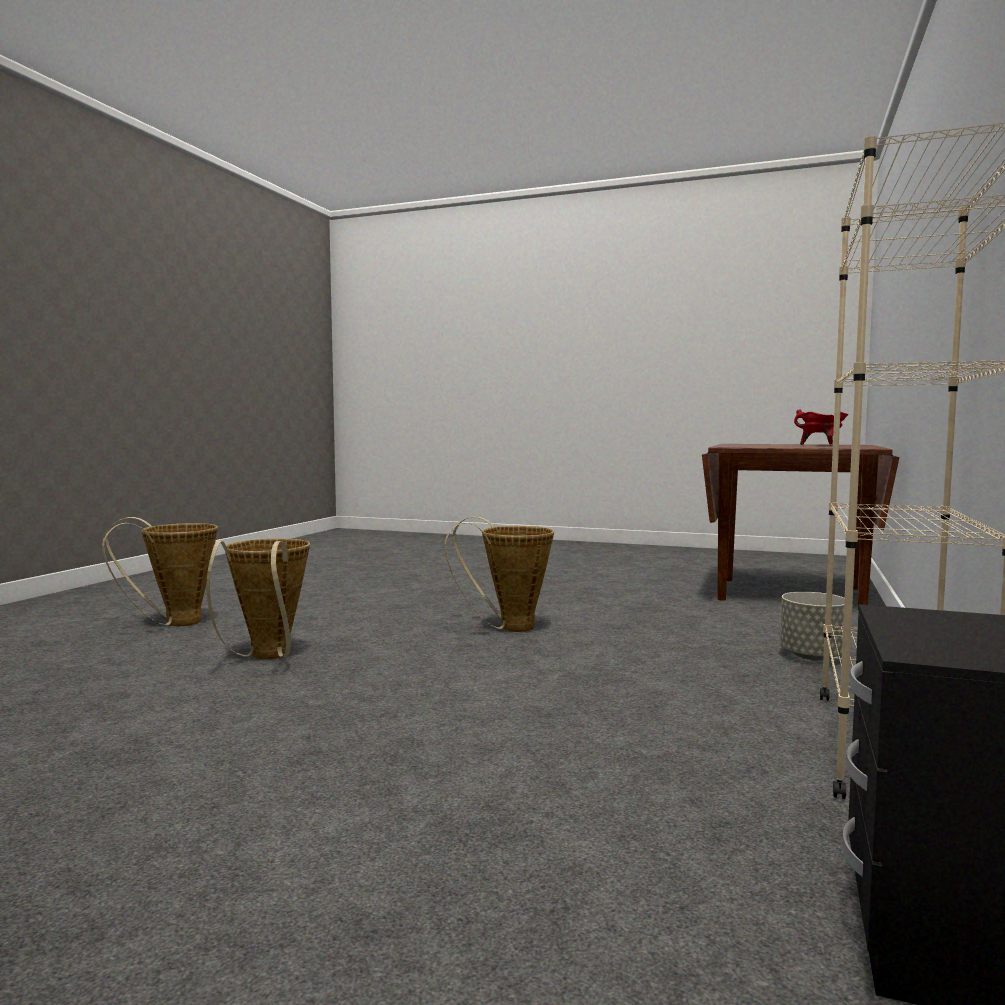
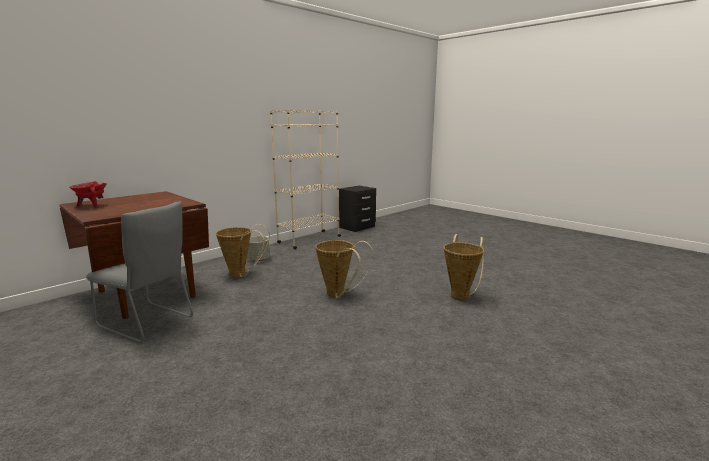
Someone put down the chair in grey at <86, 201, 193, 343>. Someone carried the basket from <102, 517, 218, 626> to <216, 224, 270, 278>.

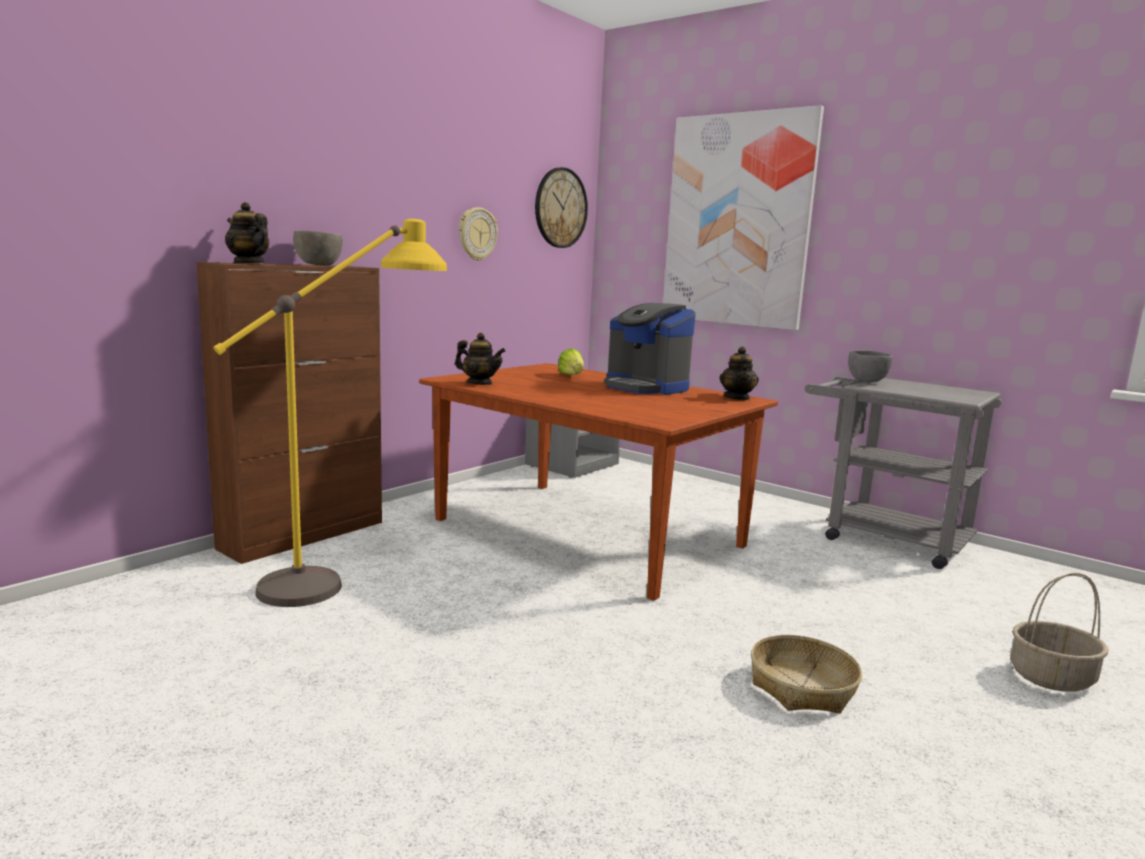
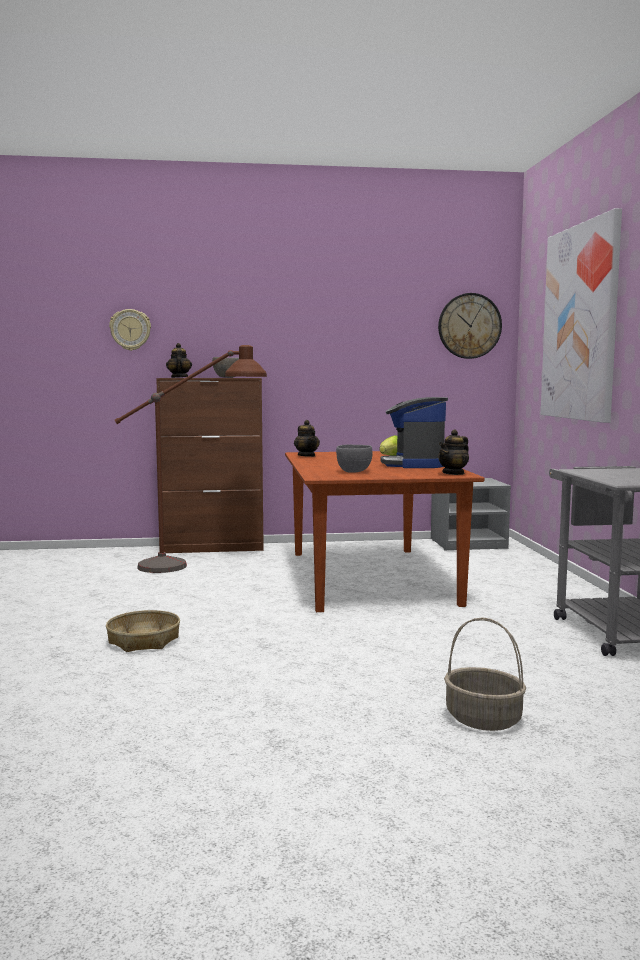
Someone carried the basket from <751, 635, 862, 714> to <106, 610, 180, 652>. Someone carried the wall clock from <459, 207, 498, 261> to <109, 309, 151, 351>. Someone repainted the floor lamp in yellow at <213, 219, 447, 607>, which became the floor lamp in brown at <115, 345, 267, 573>. Someone carried the bowl in grey from <848, 350, 893, 383> to <336, 444, 373, 473>.

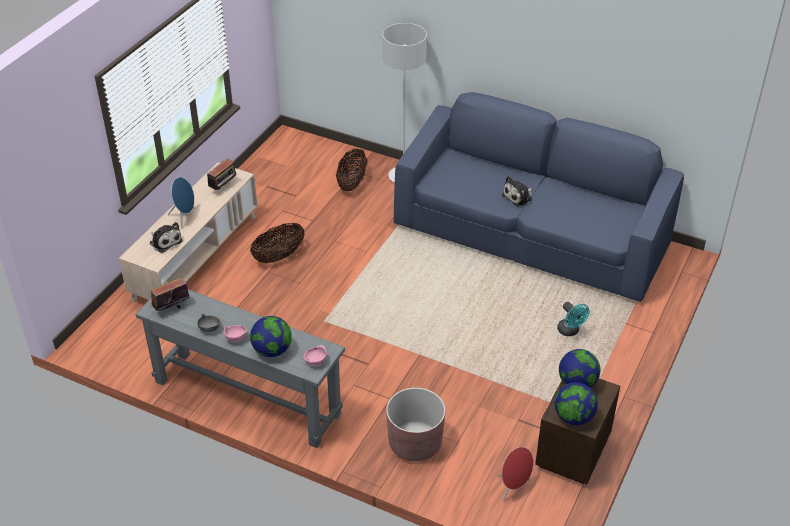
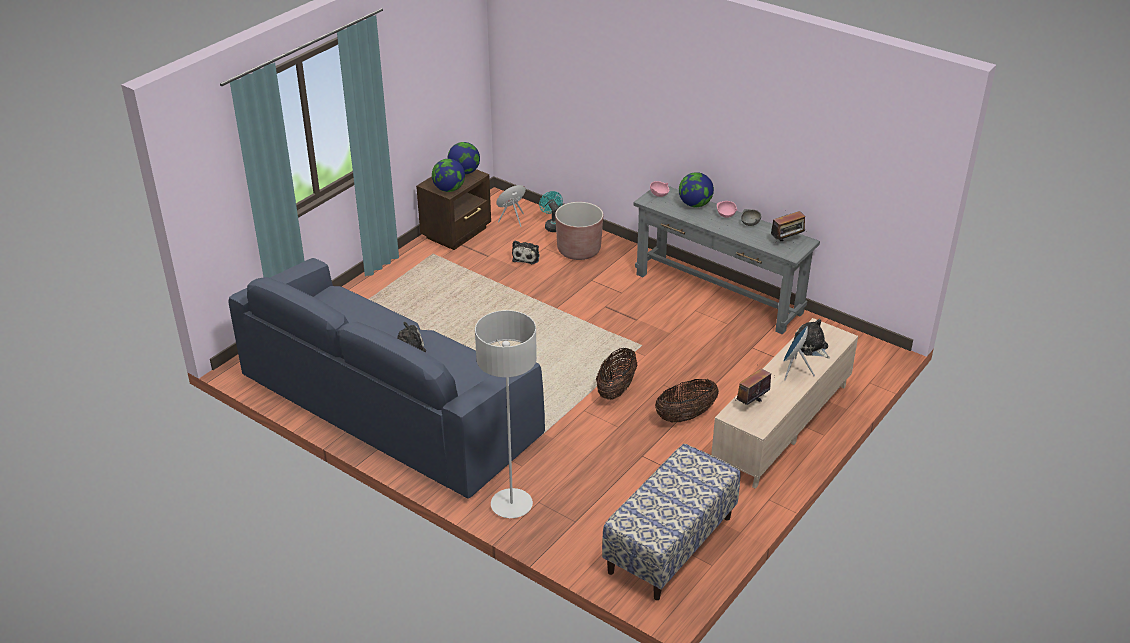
Someone put down the plush toy at <512, 241, 540, 264>. Someone carried the fan in turquoise from <557, 302, 590, 336> to <539, 191, 563, 232>. Someone carried the basket from <336, 148, 367, 191> to <596, 348, 637, 400>. Someone put down the bench at <602, 444, 741, 600>.

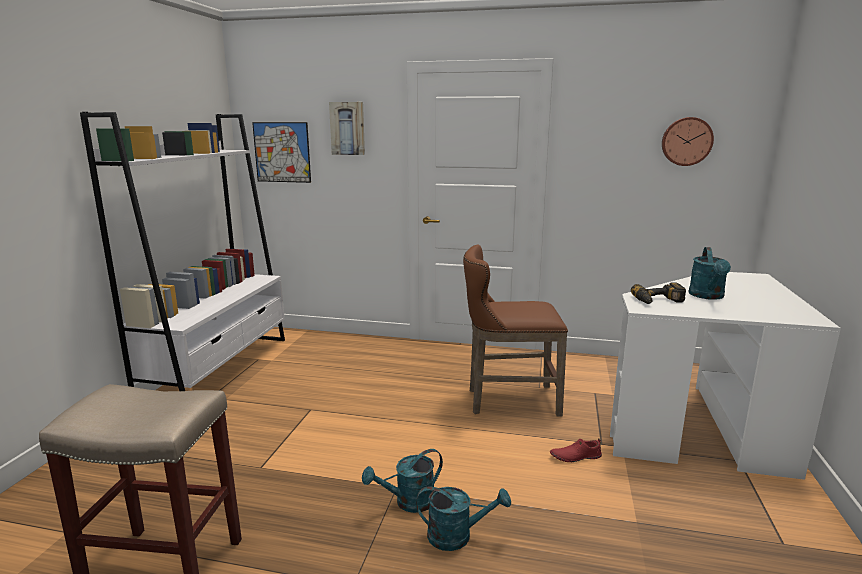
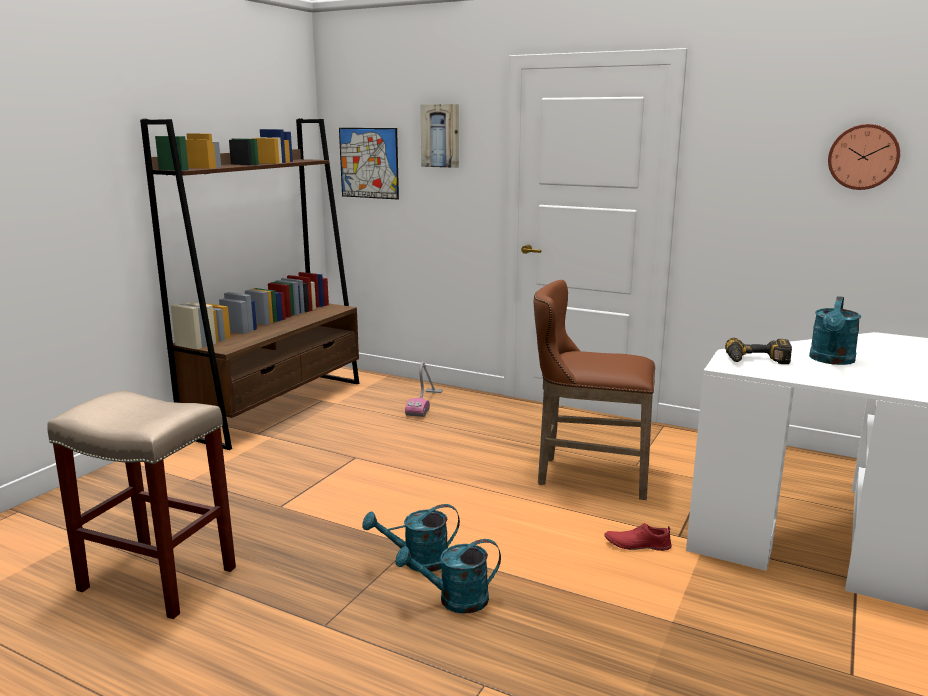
Someone repainted the bookcase in white at <80, 112, 285, 391>, which became the bookcase in brown at <140, 119, 359, 450>. Someone rotated the watering can in turquoise at <416, 486, 511, 551> by 150 degrees clockwise. Someone put down the vacuum cleaner at <405, 362, 443, 417>.

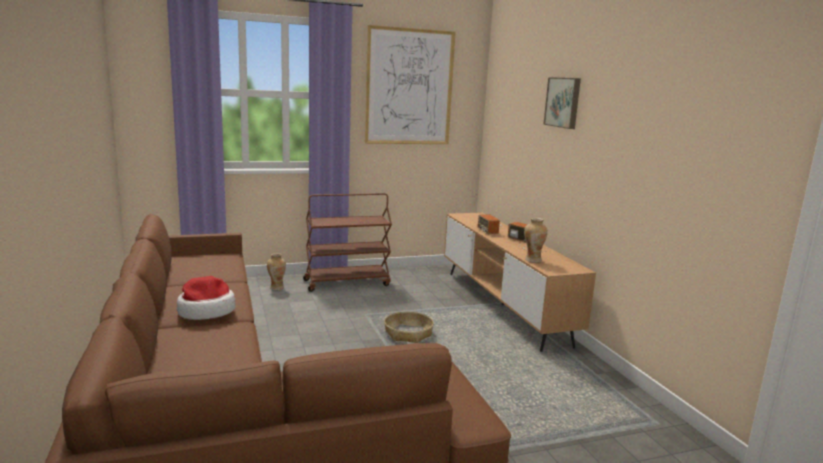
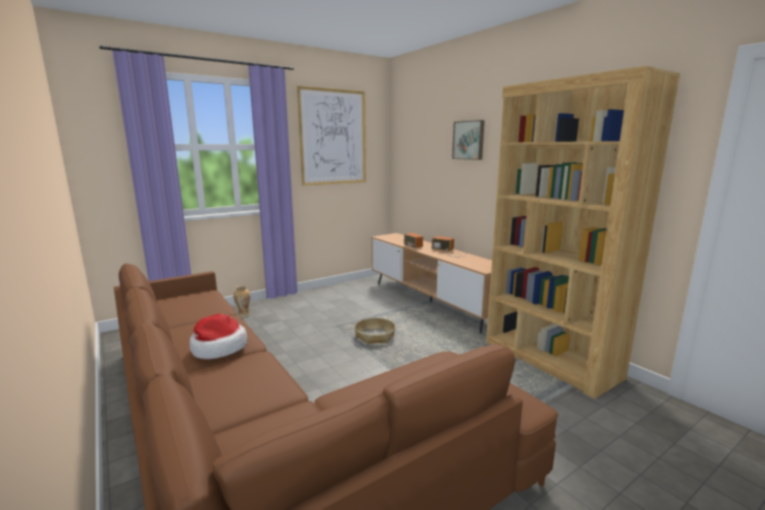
Someone put down the bookcase in brown at <486, 66, 680, 399>. Someone took away the cart in brown at <303, 193, 392, 292>. Someone took away the vase at <524, 218, 548, 262>.

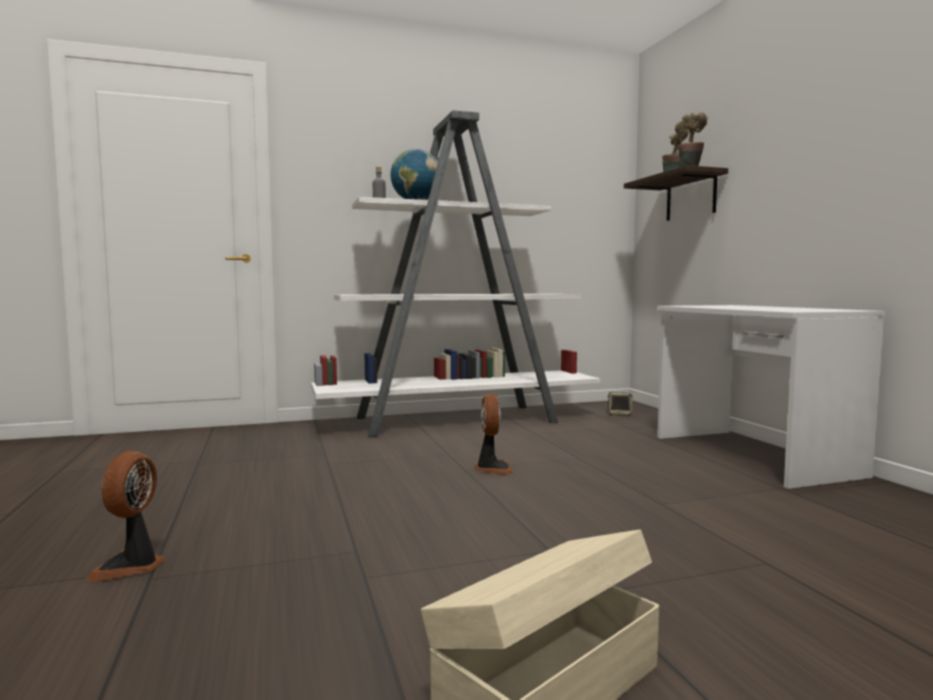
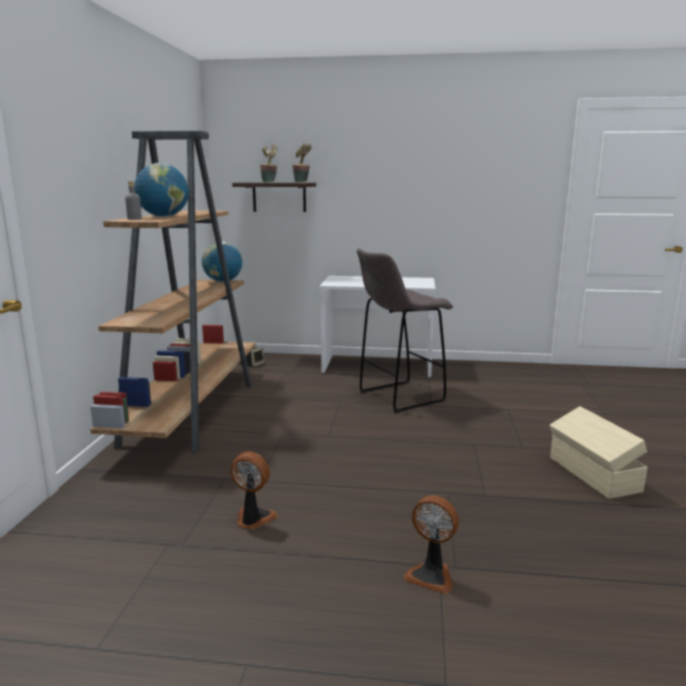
Someone repainted the bookcase in white at <311, 110, 600, 437>, which became the bookcase in brown at <90, 130, 256, 453>. Someone put down the globe at <202, 241, 242, 282>. Someone carried the fan from <475, 393, 514, 475> to <230, 451, 278, 530>. Someone put down the stool in grey at <357, 248, 453, 413>.

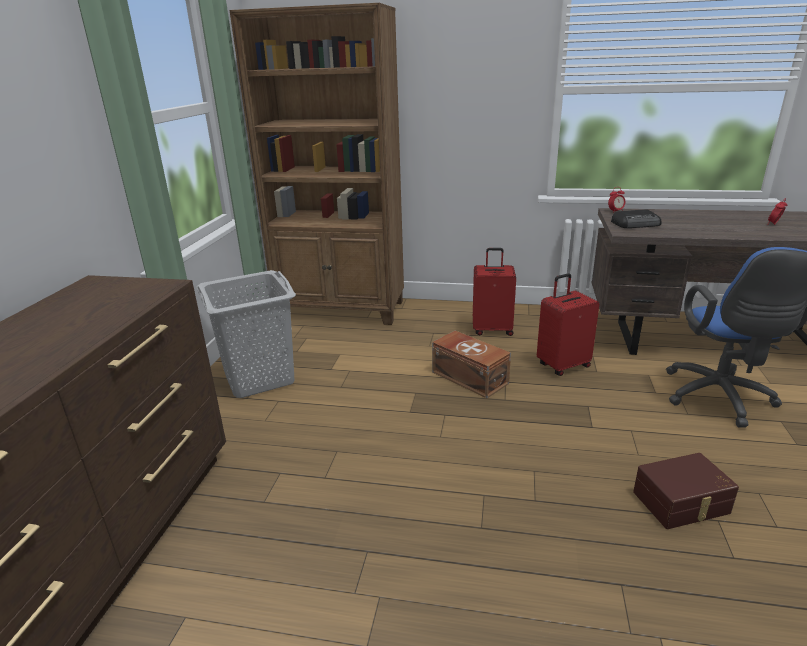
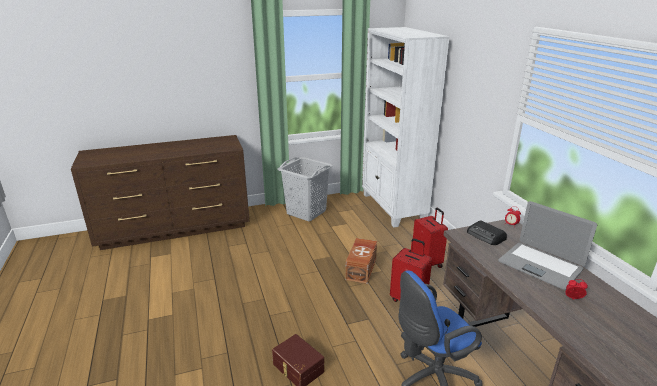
Someone repainted the bookcase in brown at <229, 3, 404, 325>, which became the bookcase in white at <362, 27, 450, 228>. Someone put down the laptop at <498, 201, 597, 290>.

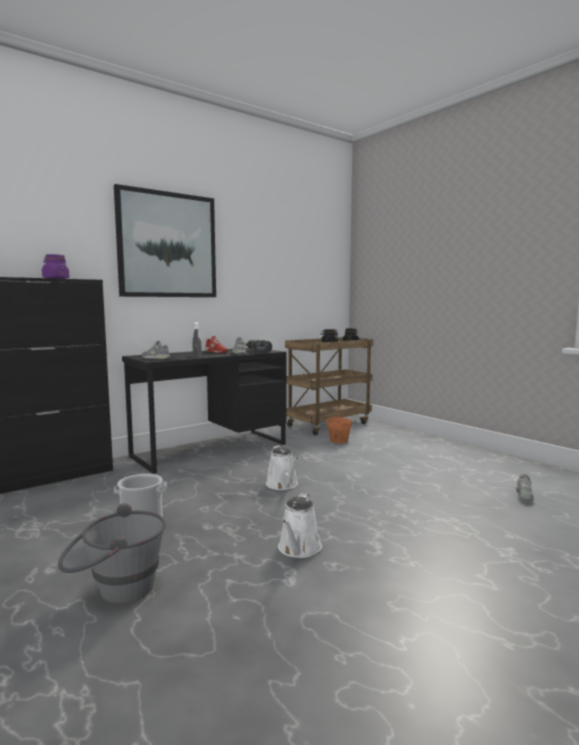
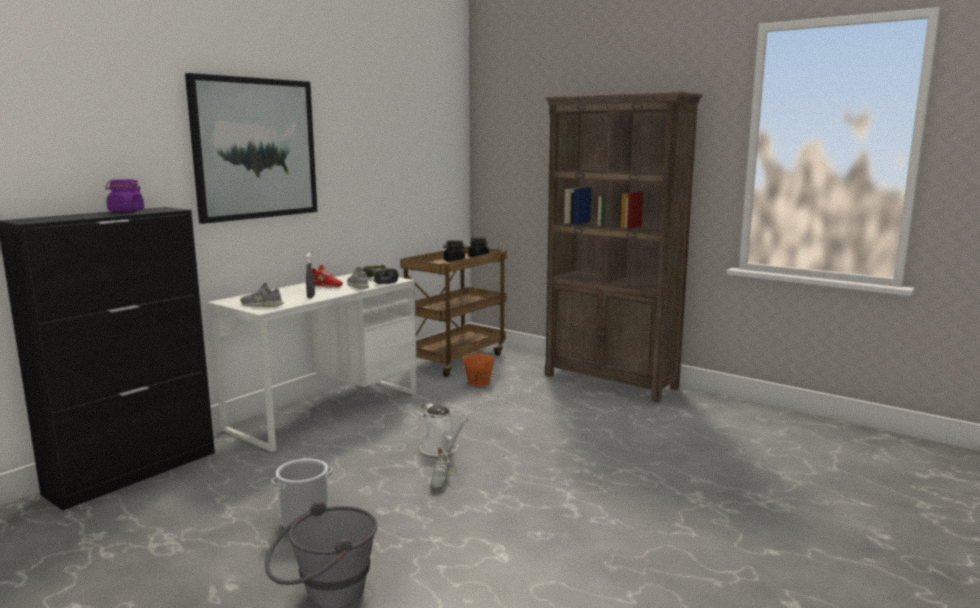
Someone repainted the desk in black at <122, 348, 287, 474>, which became the desk in white at <207, 273, 417, 452>. Someone carried the shoe in grey from <516, 474, 534, 502> to <429, 453, 451, 491>. Someone put down the bookcase in brown at <545, 91, 702, 402>. Someone took away the watering can in white at <278, 493, 322, 558>.

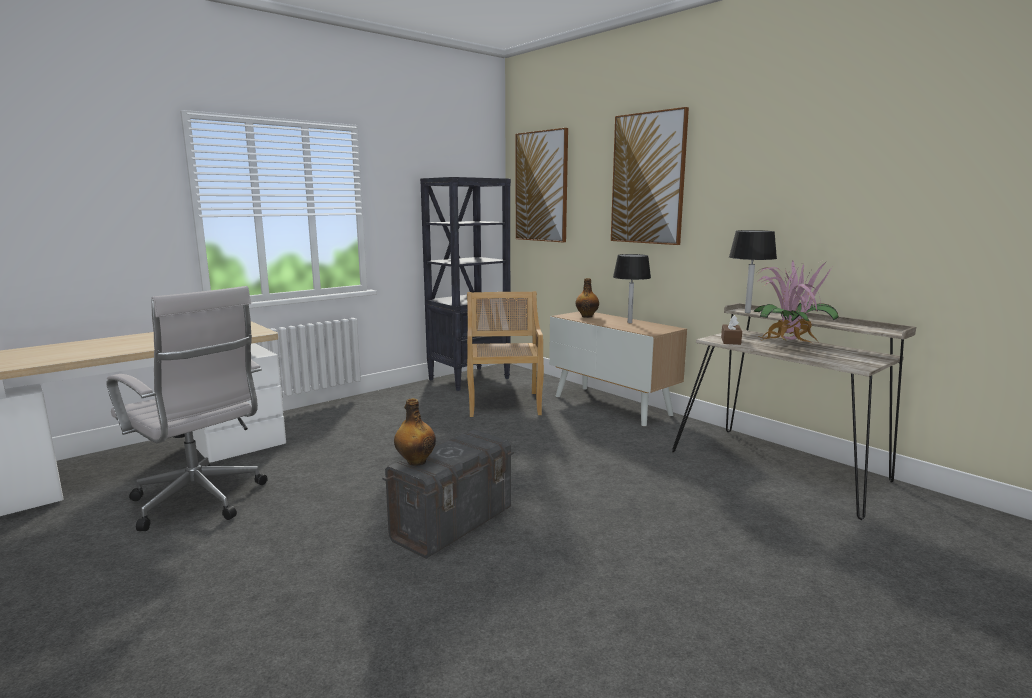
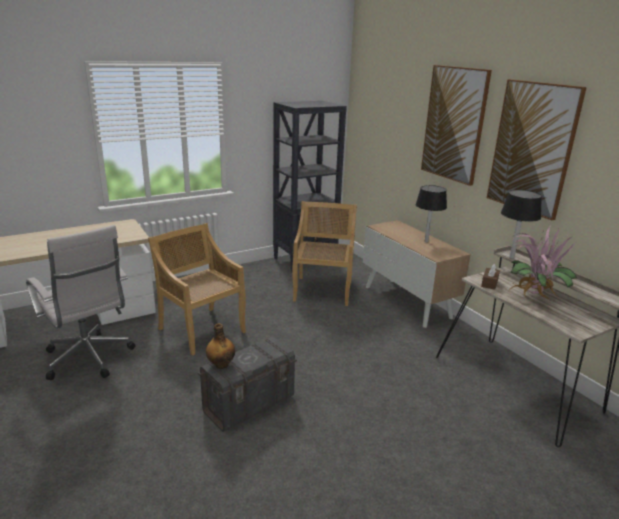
Someone put down the chair in beige at <148, 223, 246, 356>. Someone carried the picture from <516, 128, 568, 242> to <487, 79, 587, 220>. Someone took away the bottle at <576, 278, 599, 318>.

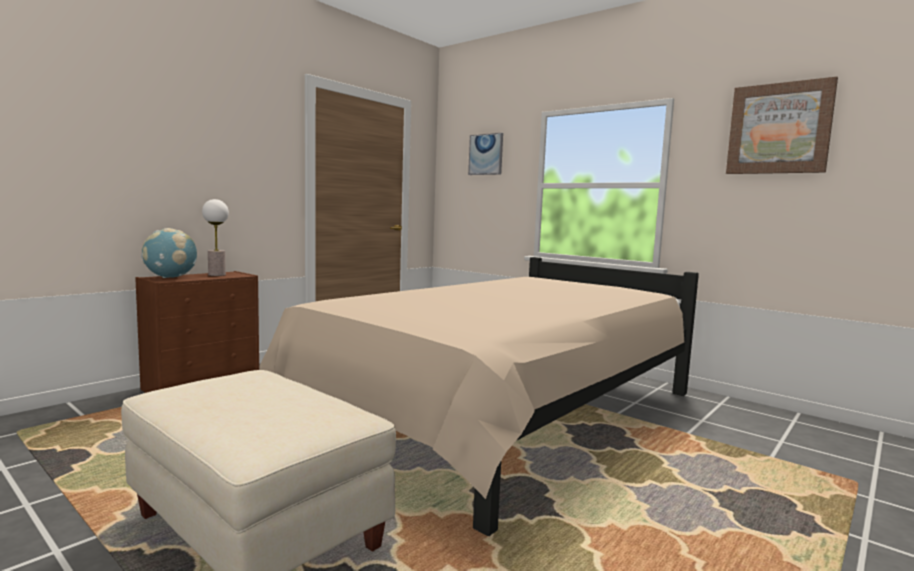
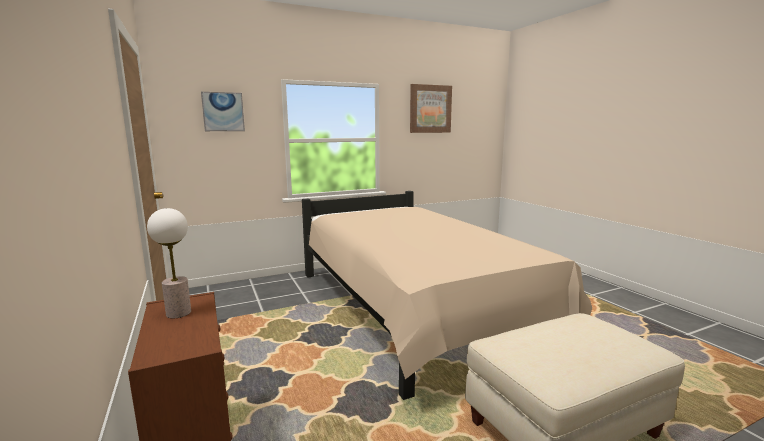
Someone took away the globe at <141, 228, 197, 278>.

